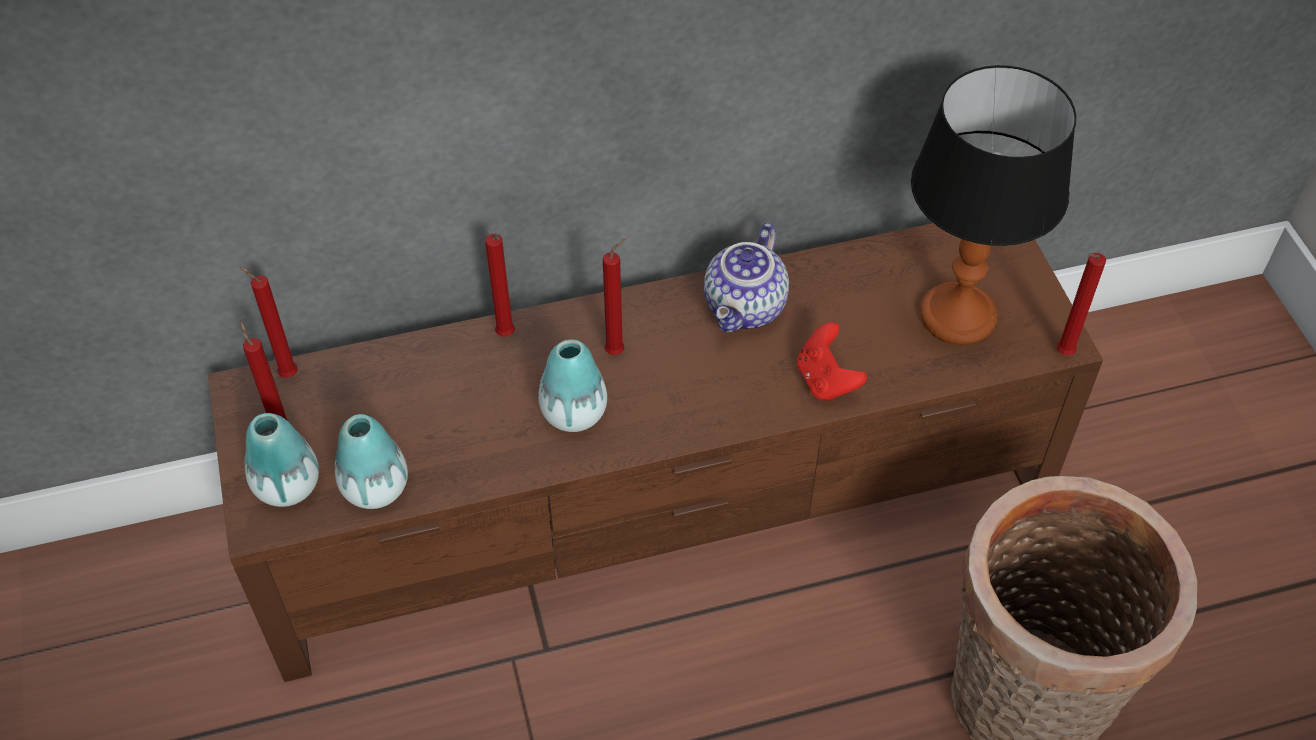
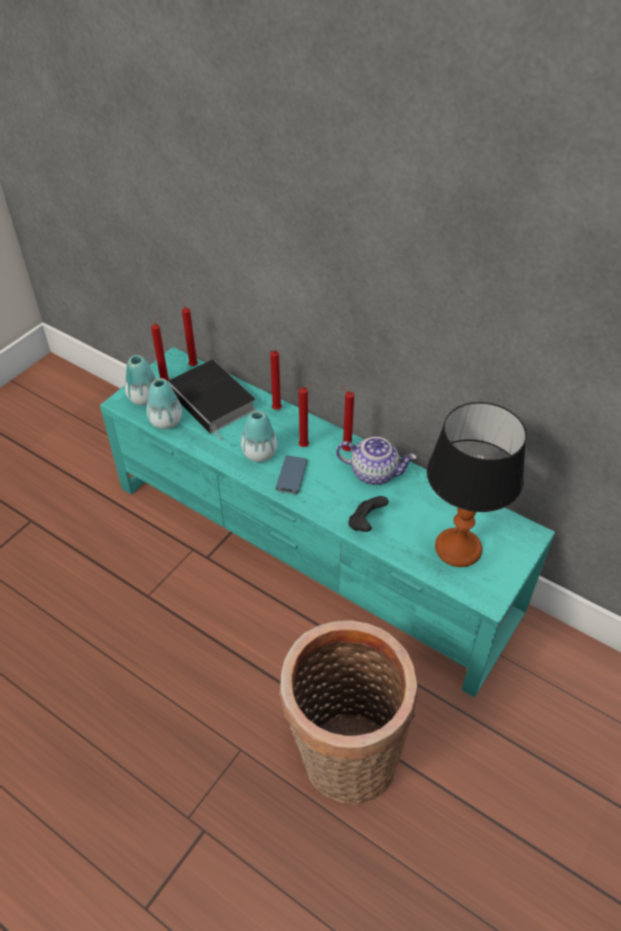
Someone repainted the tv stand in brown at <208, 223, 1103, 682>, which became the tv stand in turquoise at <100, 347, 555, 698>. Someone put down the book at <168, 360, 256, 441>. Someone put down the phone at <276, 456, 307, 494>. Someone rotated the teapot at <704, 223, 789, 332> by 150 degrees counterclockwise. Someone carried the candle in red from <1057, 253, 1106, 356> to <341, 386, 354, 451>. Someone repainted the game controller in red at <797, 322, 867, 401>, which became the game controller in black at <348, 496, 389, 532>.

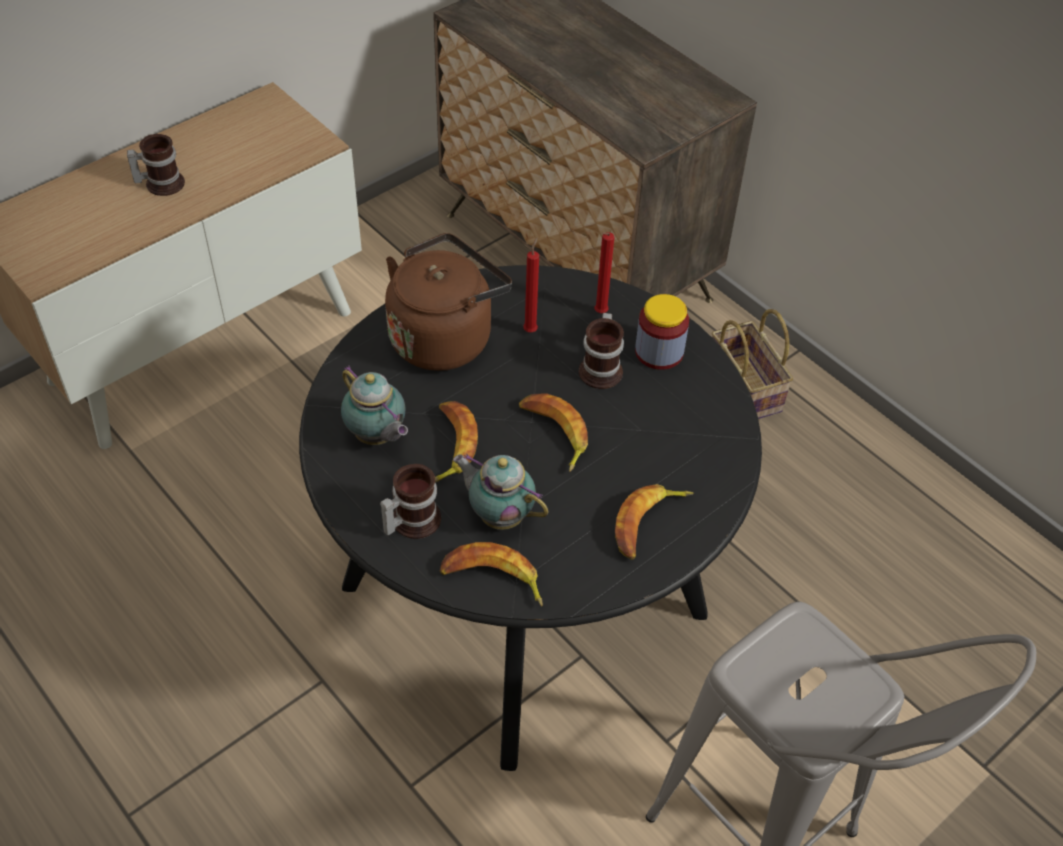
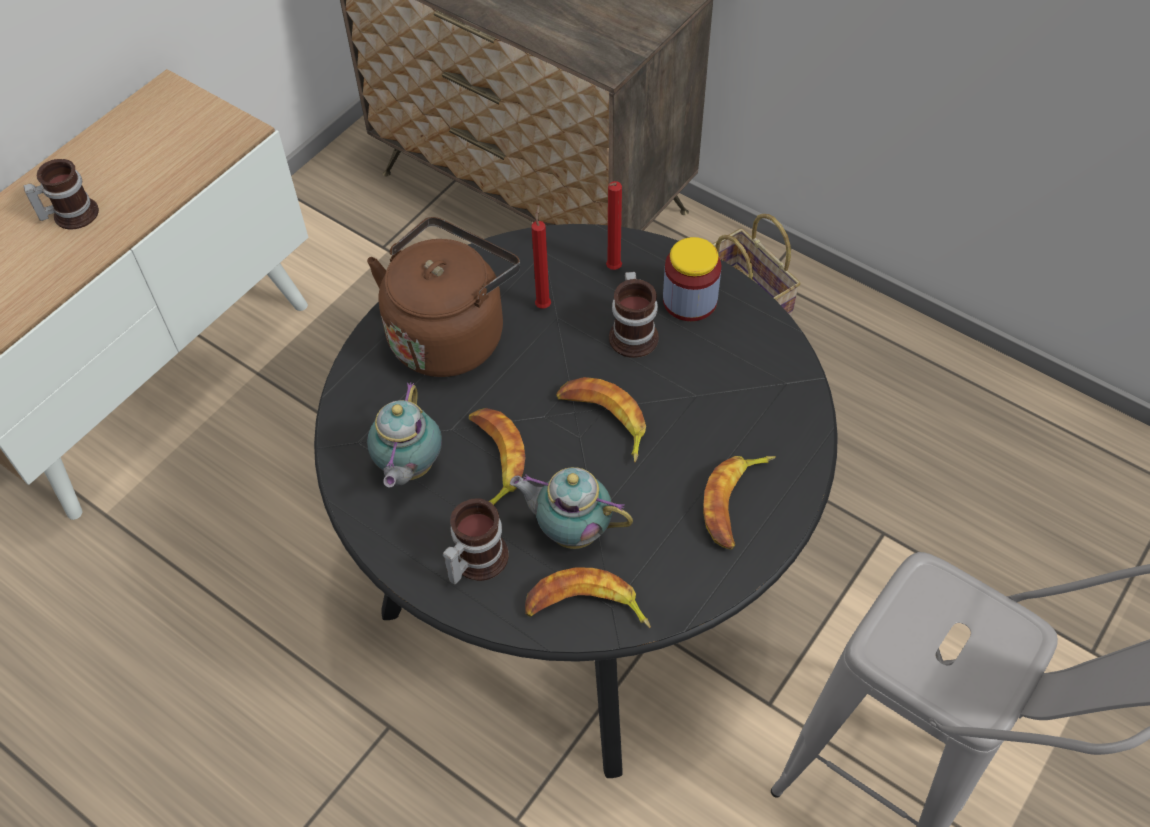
Someone rotated the teapot at <341, 365, 408, 445> by 60 degrees clockwise.

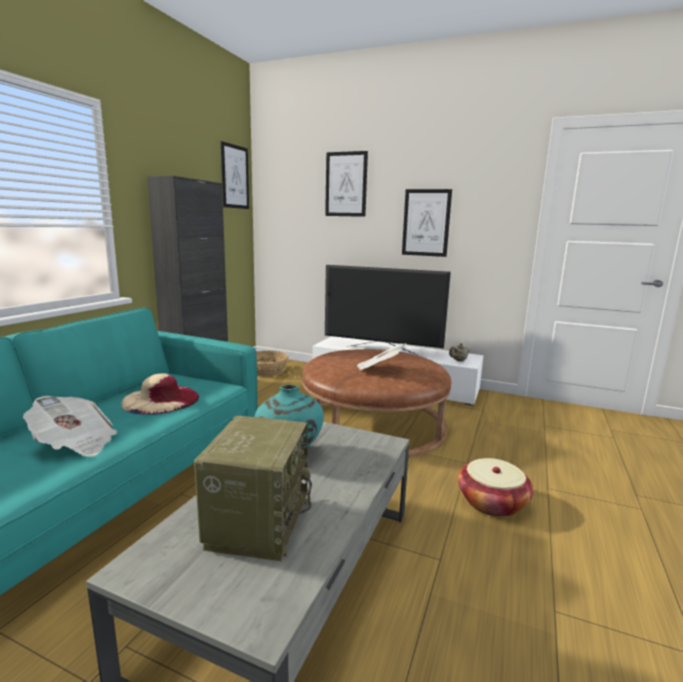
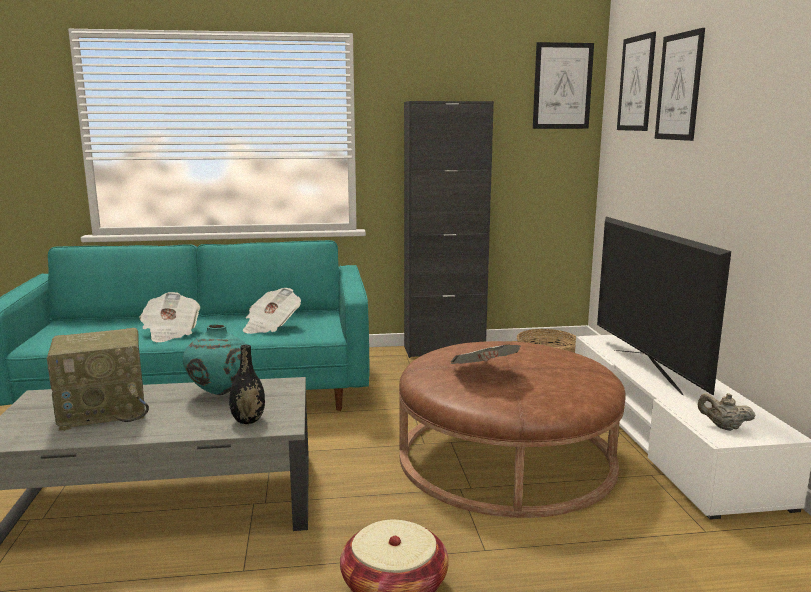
Someone put down the vase in black at <229, 345, 265, 424>. Someone swapped the hat in beige at <121, 373, 199, 414> for the newspaper at <243, 288, 301, 334>. Someone carried the picture from <402, 189, 452, 257> to <617, 32, 656, 131>.

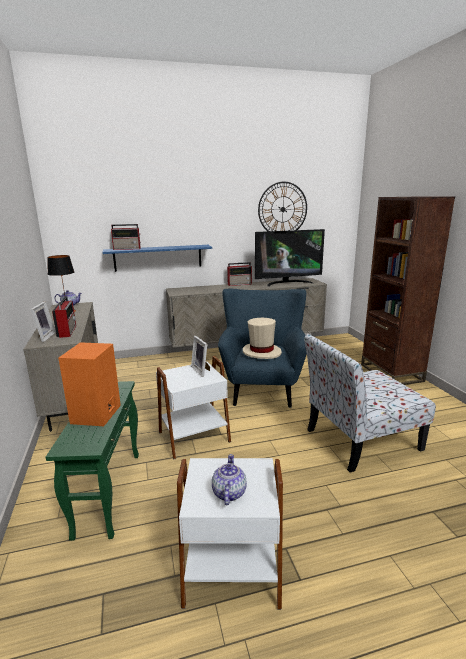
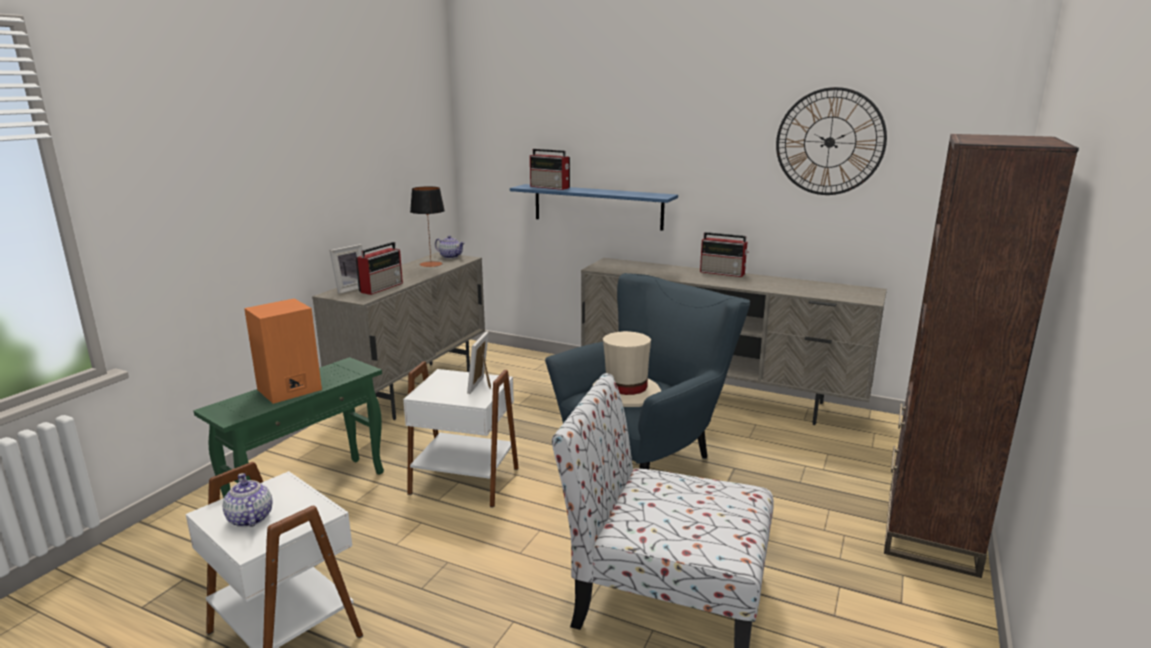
Someone rotated the teapot at <212, 454, 247, 505> by 75 degrees counterclockwise. Someone took away the television at <255, 229, 325, 287>.

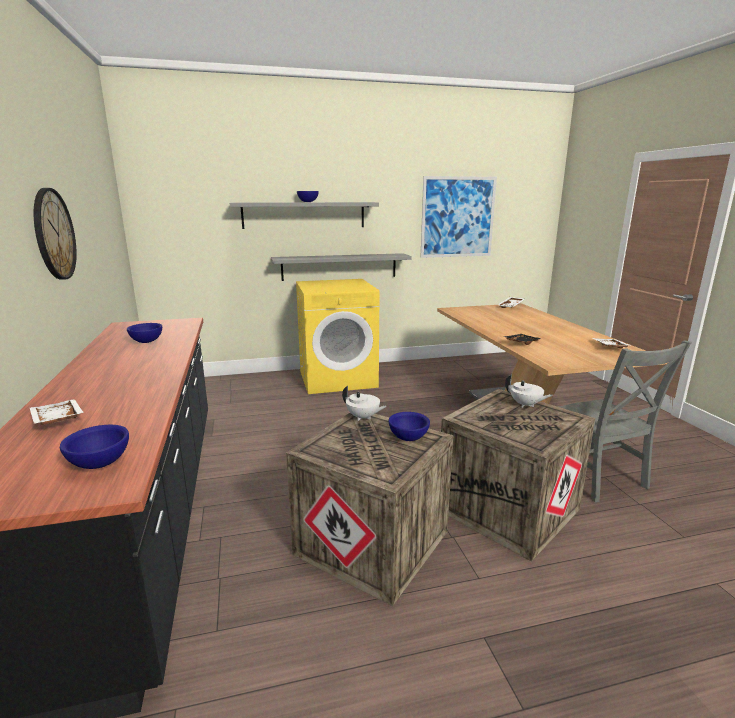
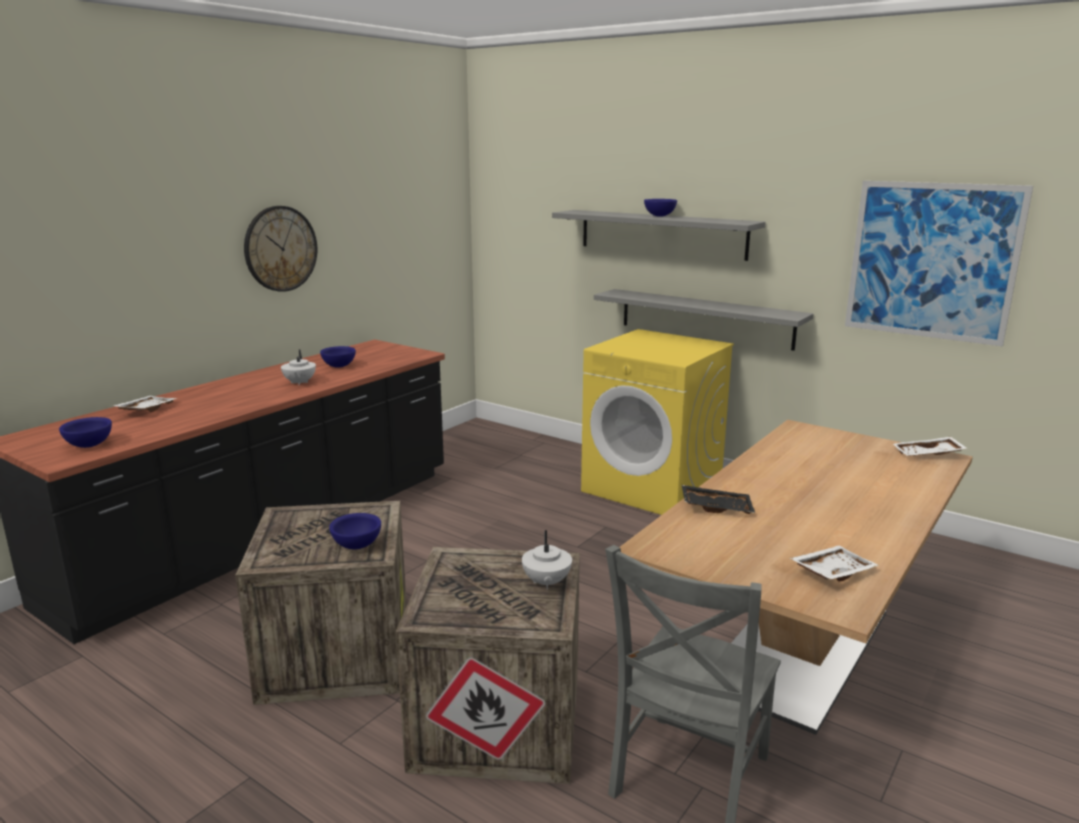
Someone carried the teapot in white from <342, 386, 387, 421> to <281, 350, 316, 385>.

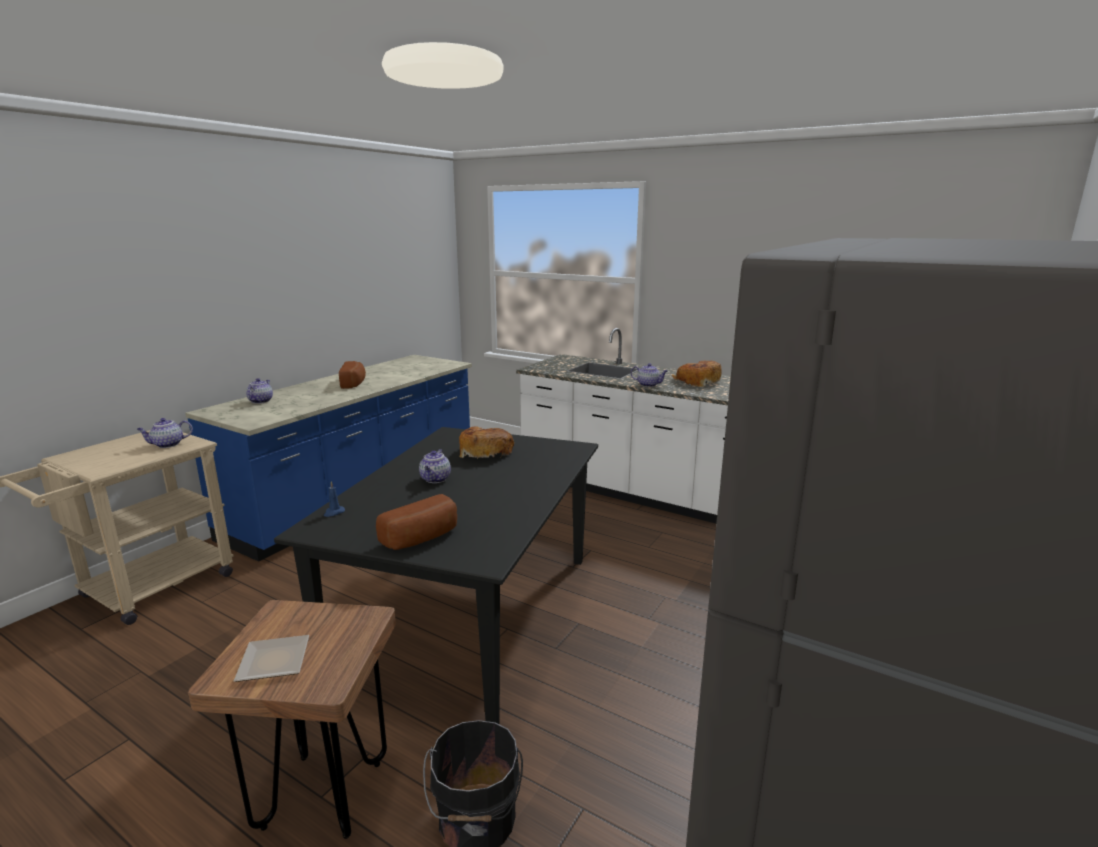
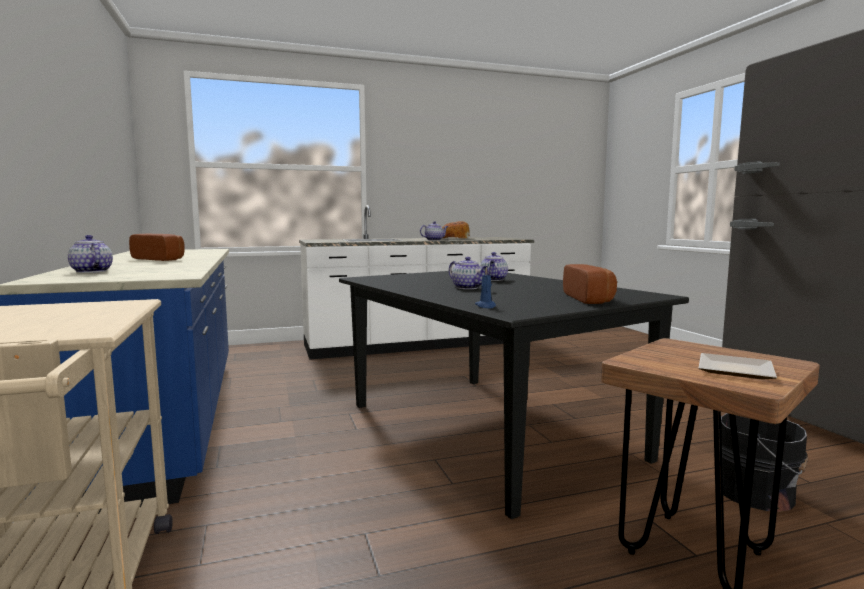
Someone carried the teapot from <136, 418, 193, 448> to <480, 252, 508, 281>. Someone took away the bread at <459, 427, 515, 459>.

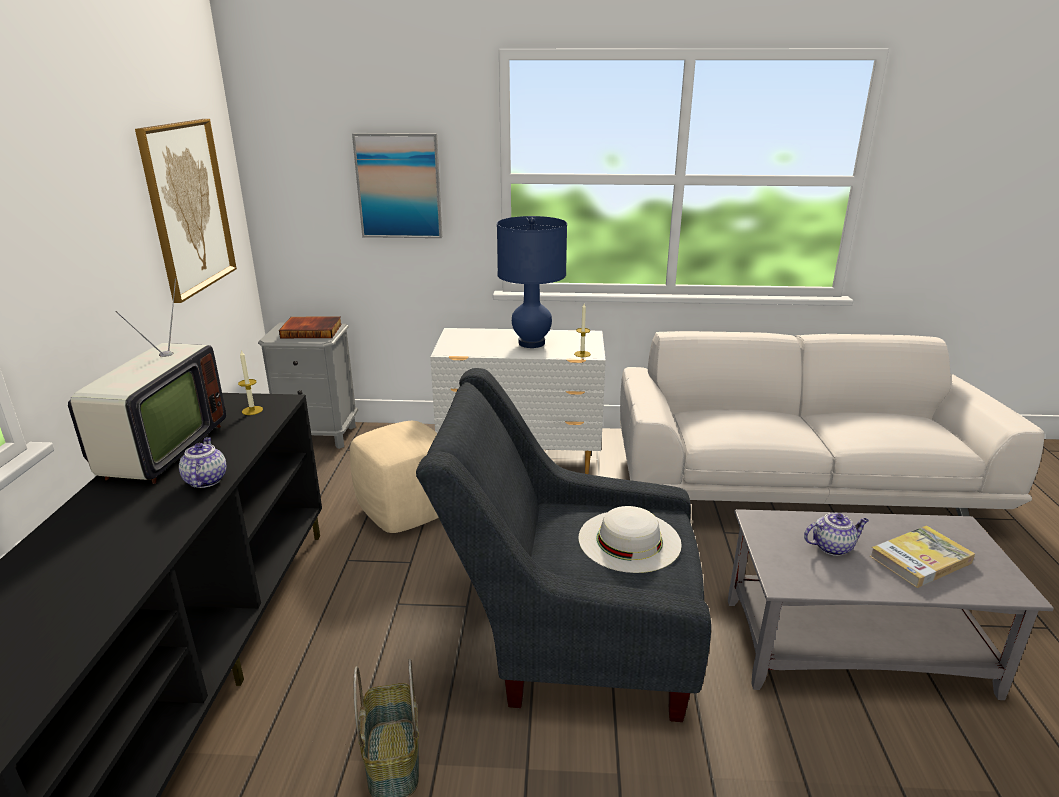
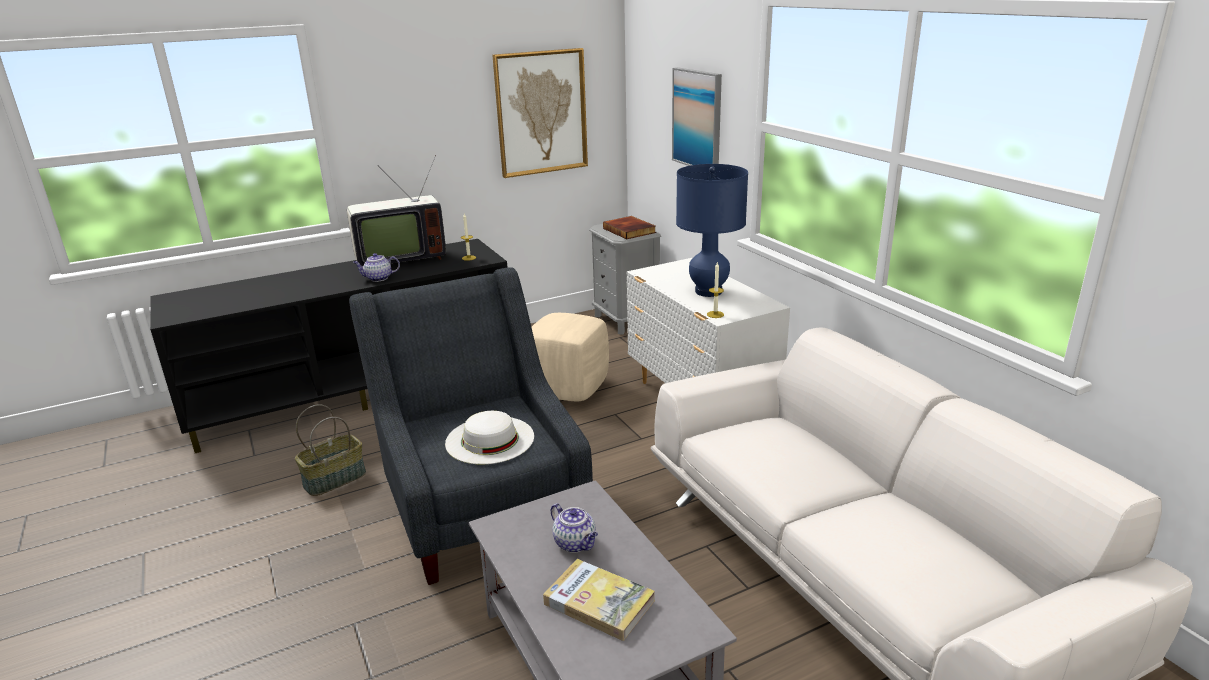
Someone rotated the teapot at <179, 437, 226, 488> by 150 degrees counterclockwise.

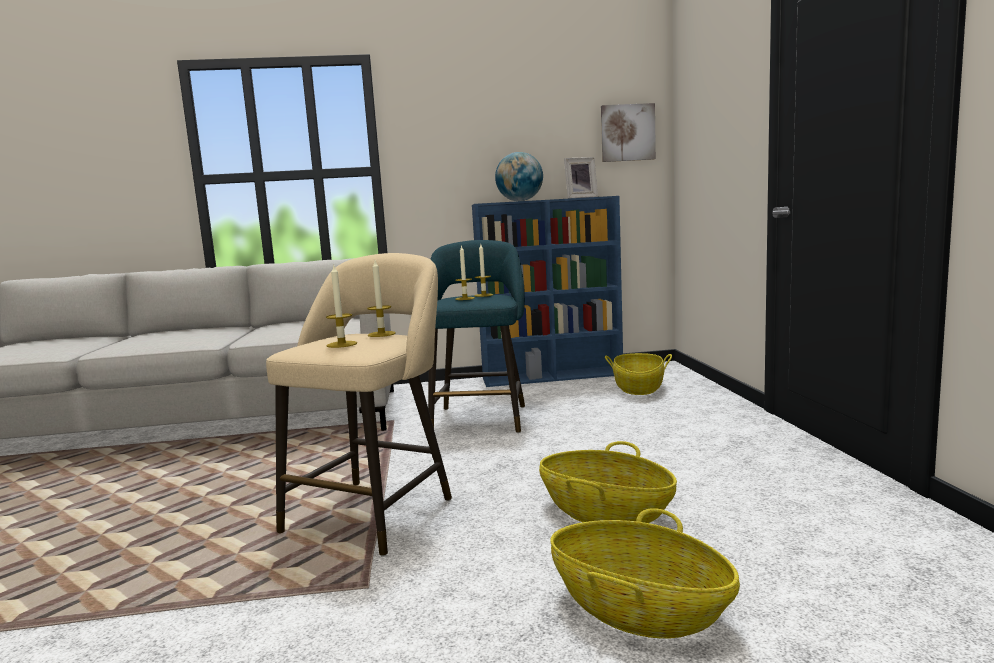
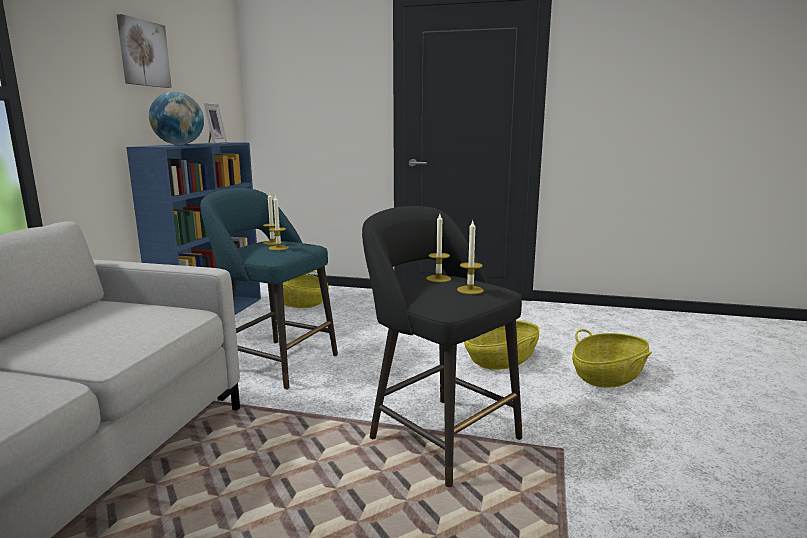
Someone carried the picture from <601, 103, 656, 162> to <117, 14, 172, 88>. Someone repainted the stool in beige at <266, 253, 452, 557>, which became the stool in black at <362, 206, 522, 487>.

